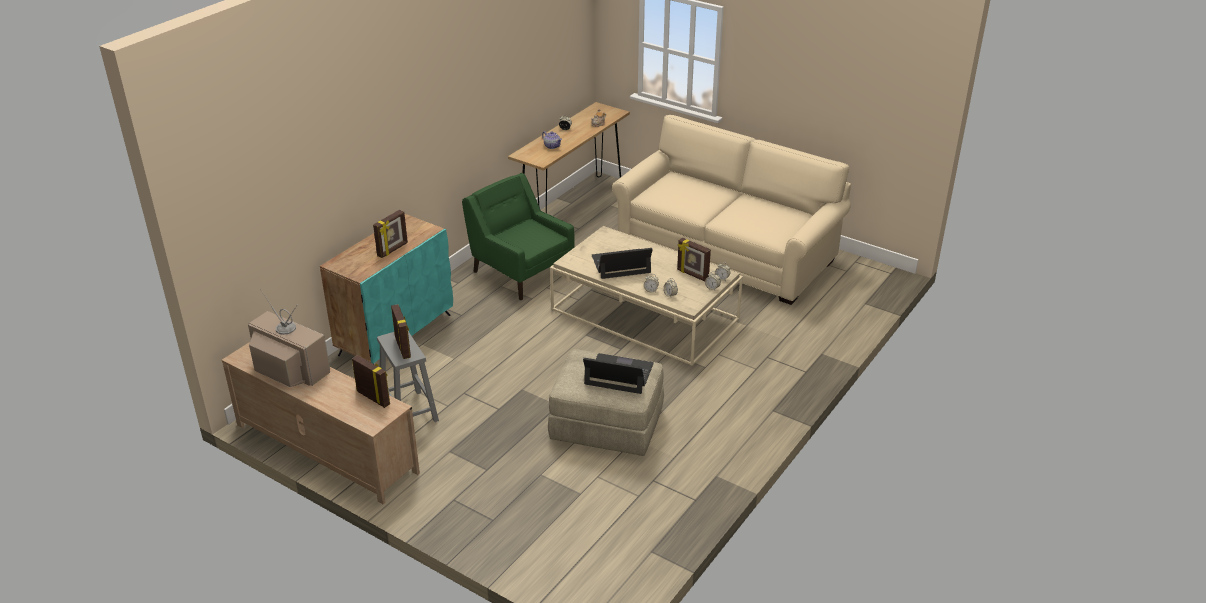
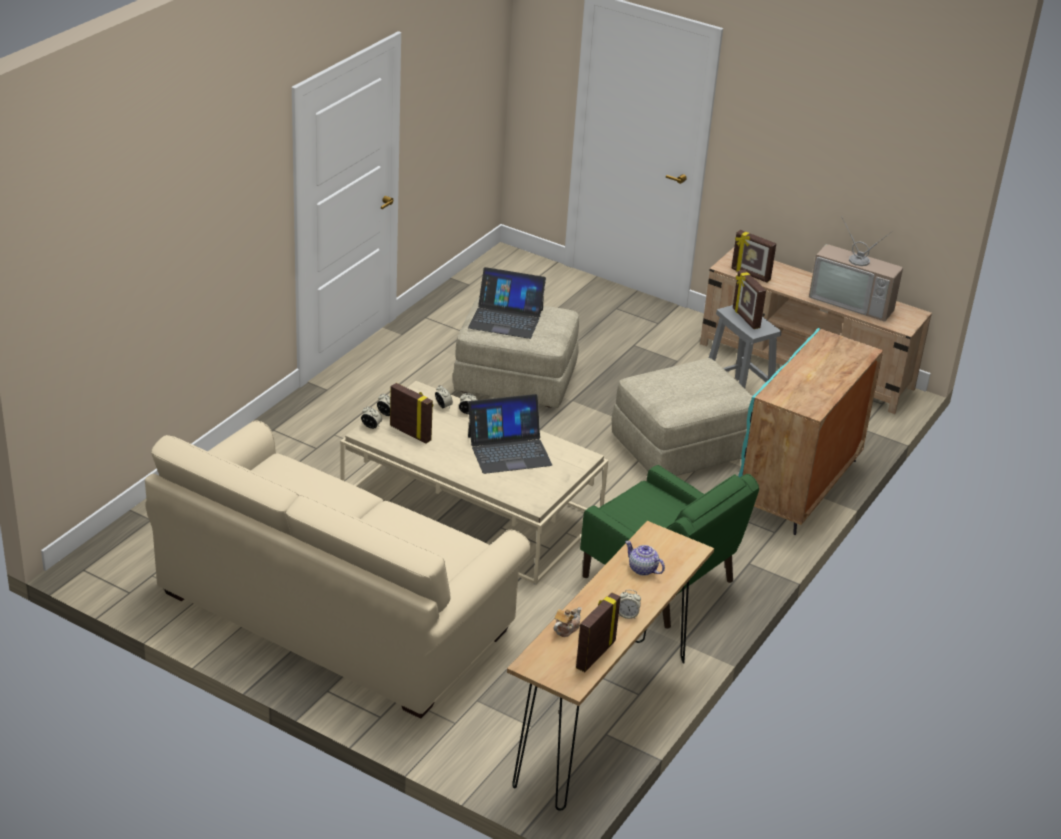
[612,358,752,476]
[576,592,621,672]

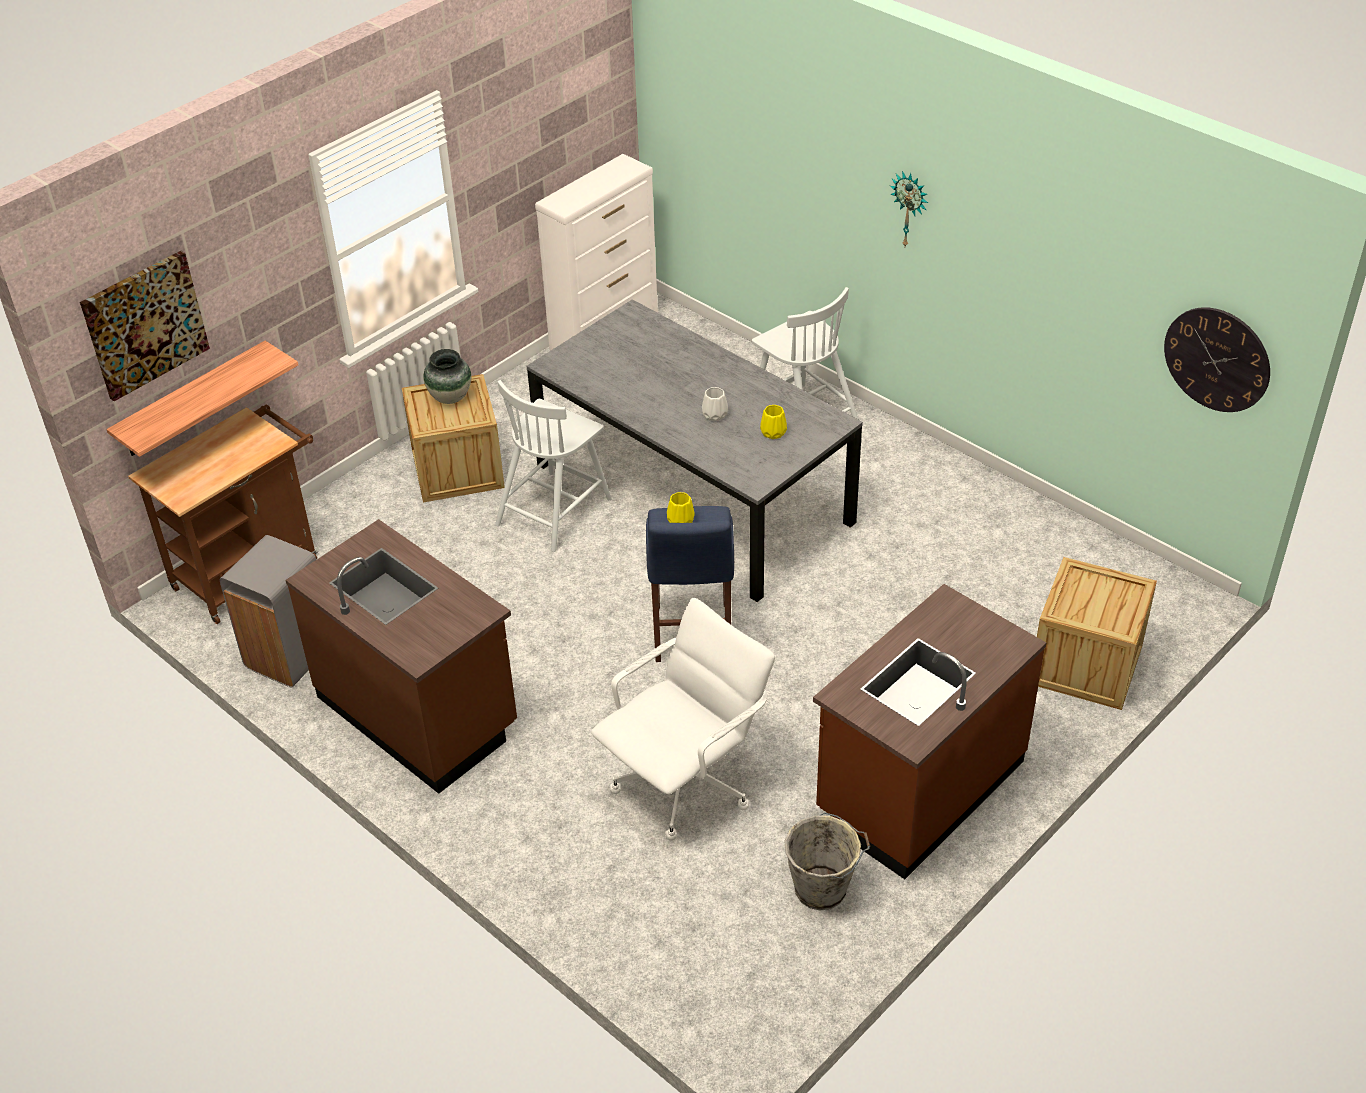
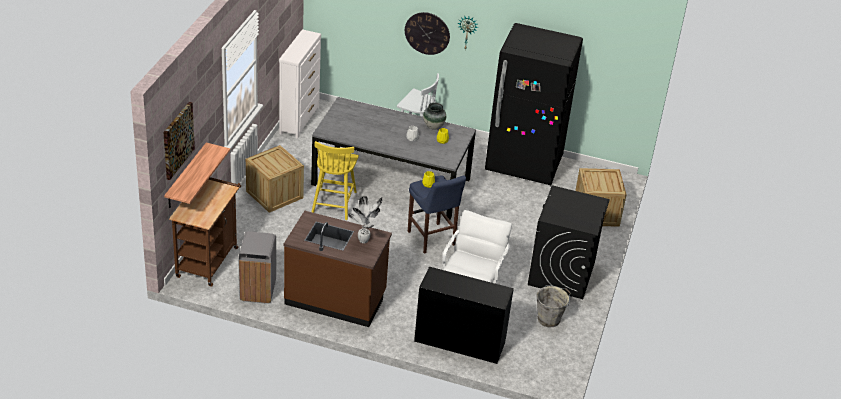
[348,196,383,243]
[414,267,514,364]
[485,23,583,185]
[423,103,446,130]
[405,12,450,55]
[528,186,610,299]
[312,141,359,220]

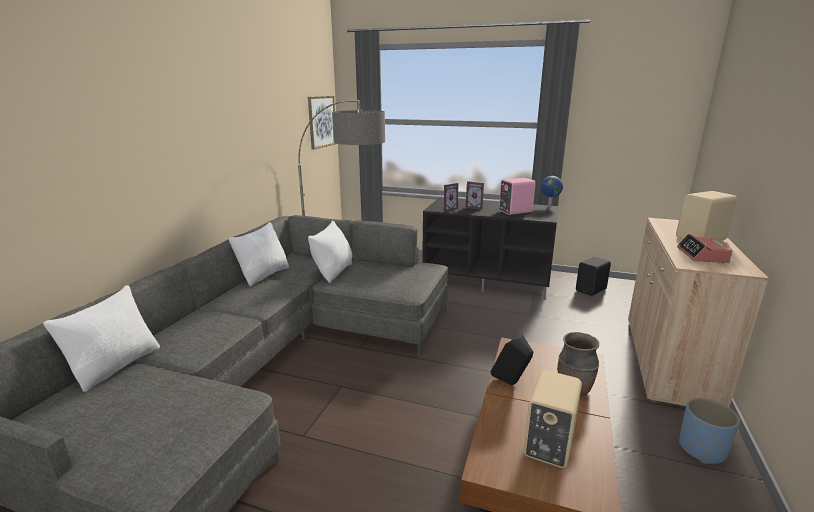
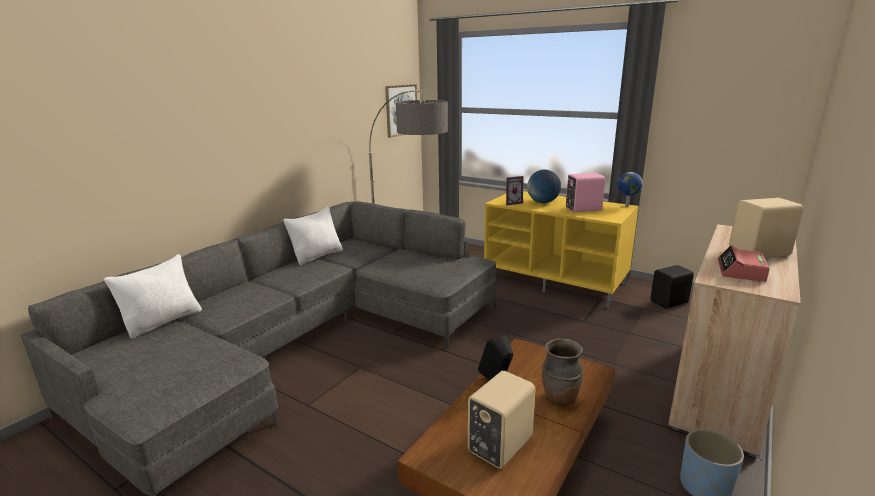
[308,220,352,283] (first image)
[527,169,561,203]
[484,191,639,308]

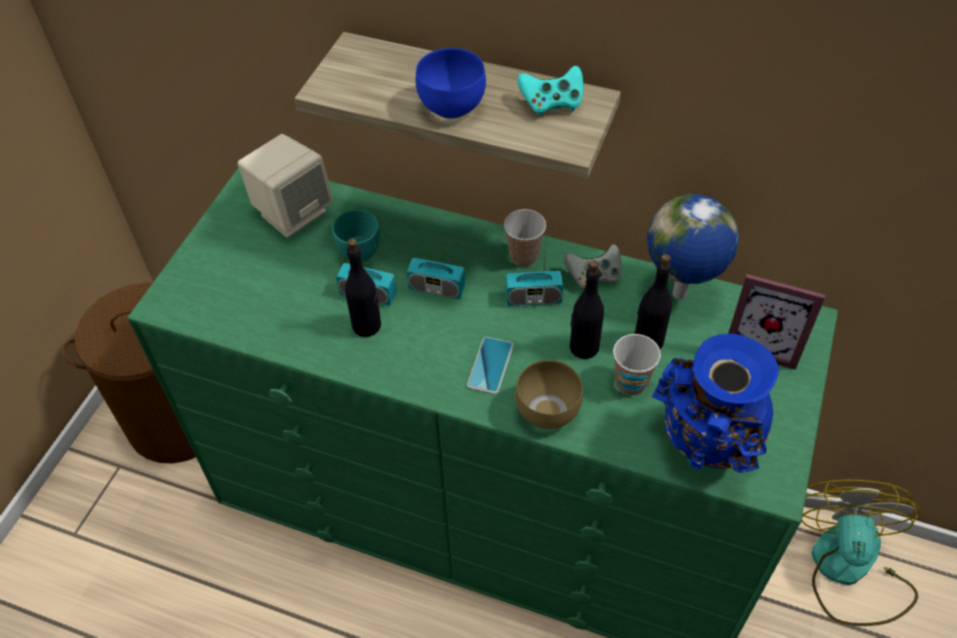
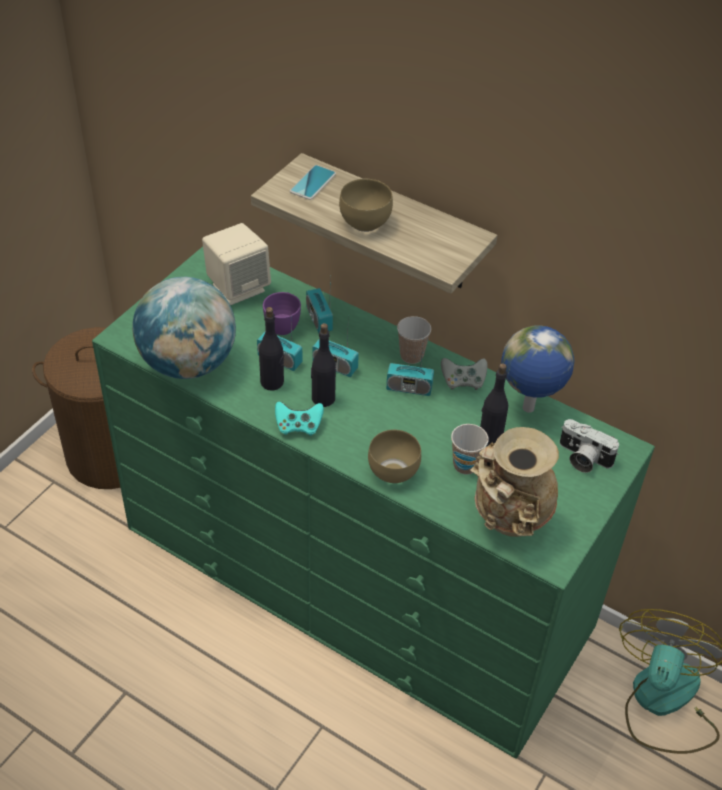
[132,277,236,379]
[306,288,333,333]
[290,165,336,200]
[275,402,324,436]
[311,323,336,407]
[560,419,619,473]
[263,292,301,335]
[339,179,393,232]
[470,427,559,537]

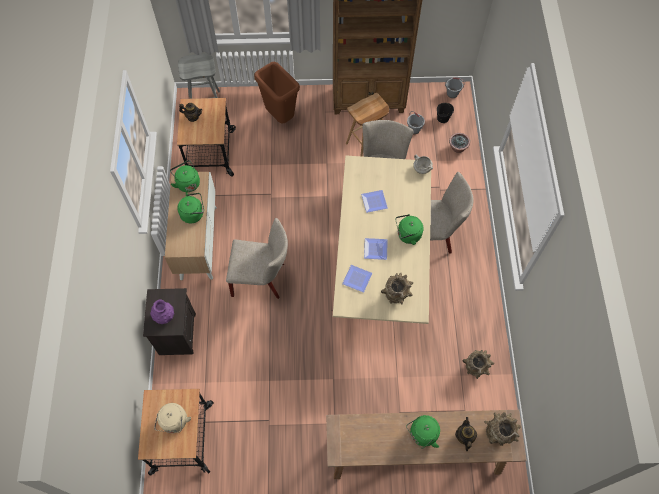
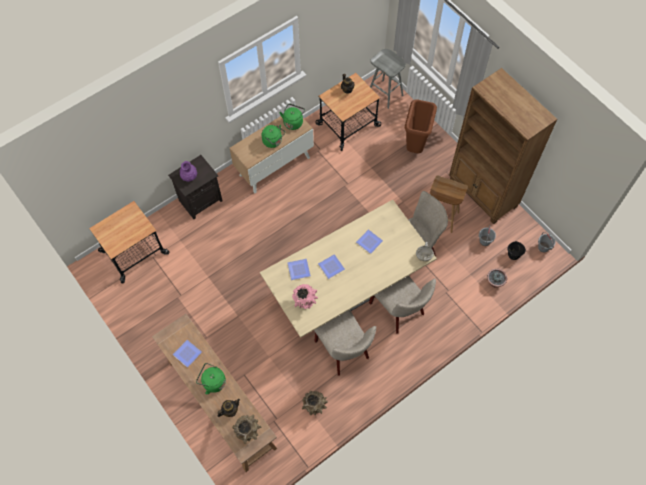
[154,403,191,433] (first image)
[395,214,424,245] (first image)
[173,340,202,368]
[314,310,376,376]
[292,284,318,309]

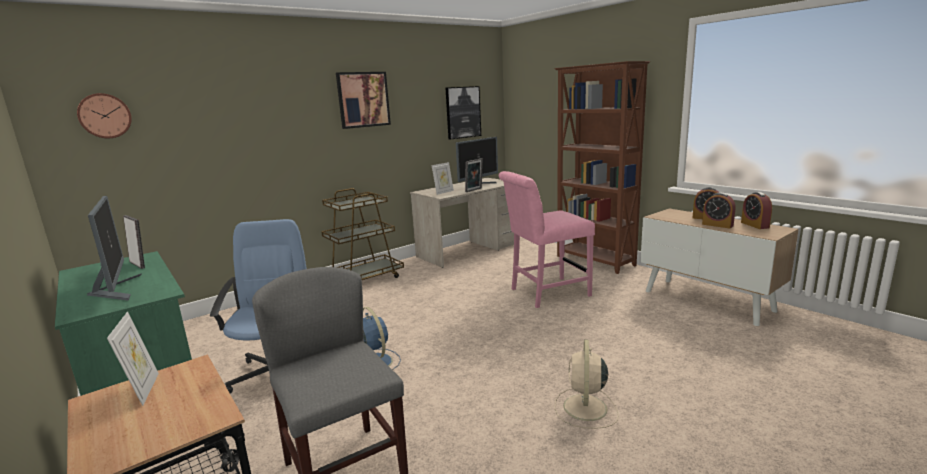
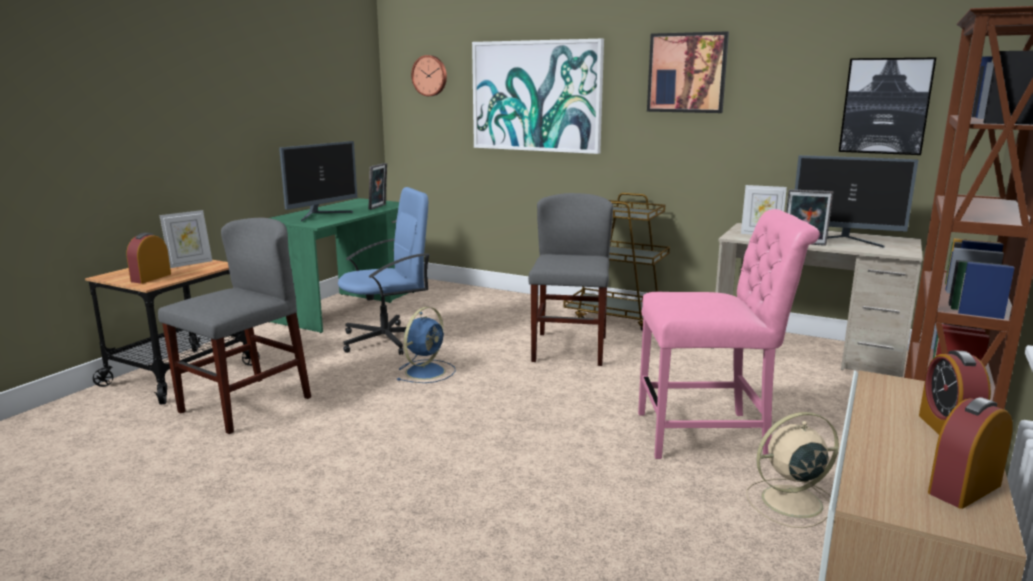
[472,39,604,154]
[528,193,613,366]
[746,412,839,528]
[126,233,171,284]
[638,209,820,459]

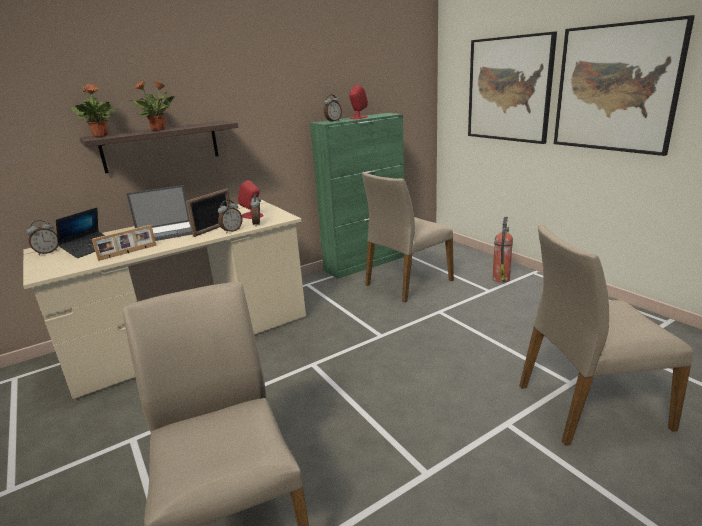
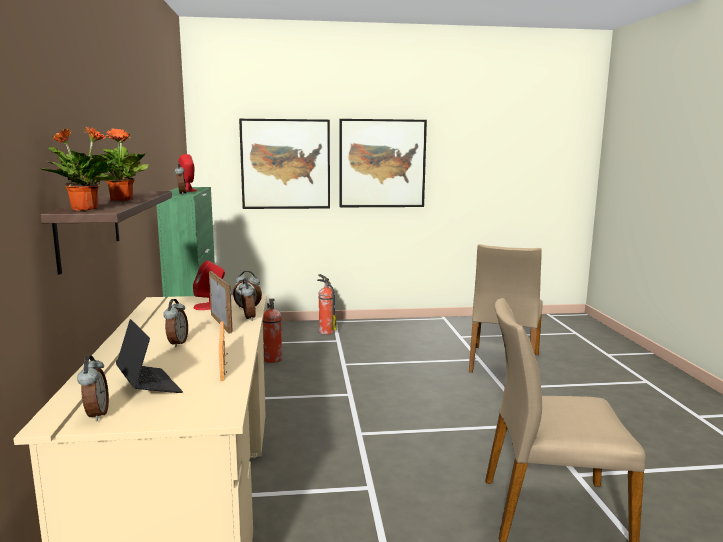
[163,299,188,347]
[263,299,282,363]

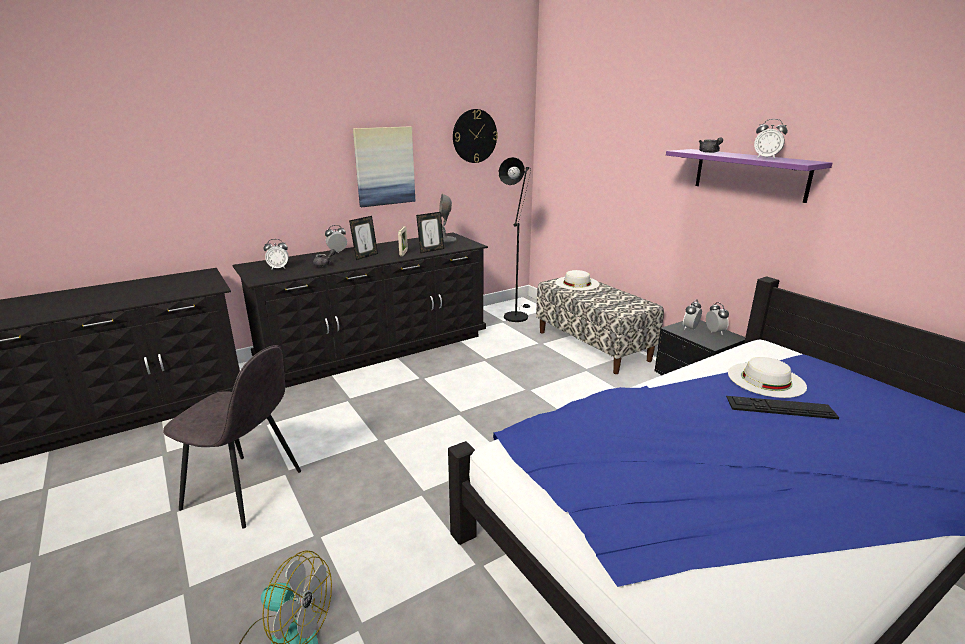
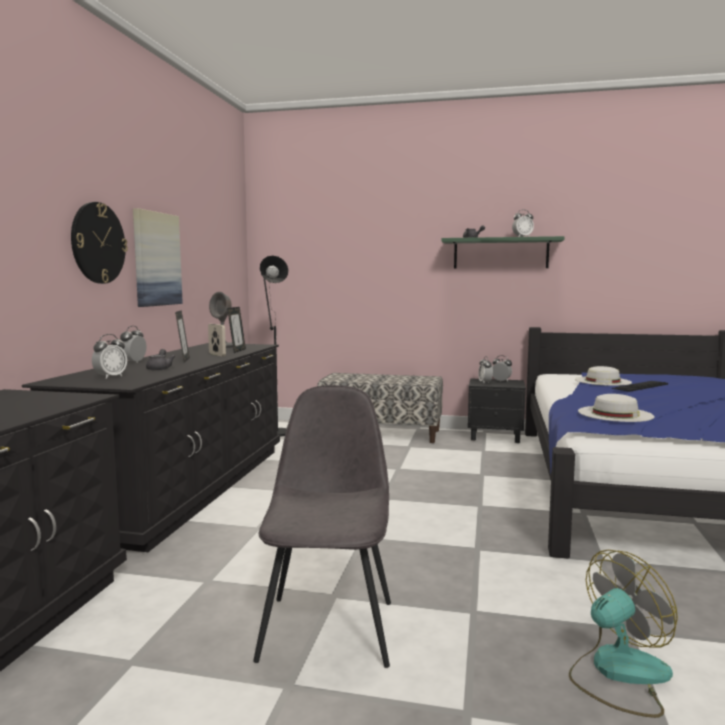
[71,202,128,284]
[578,394,654,422]
[441,236,565,269]
[253,385,391,668]

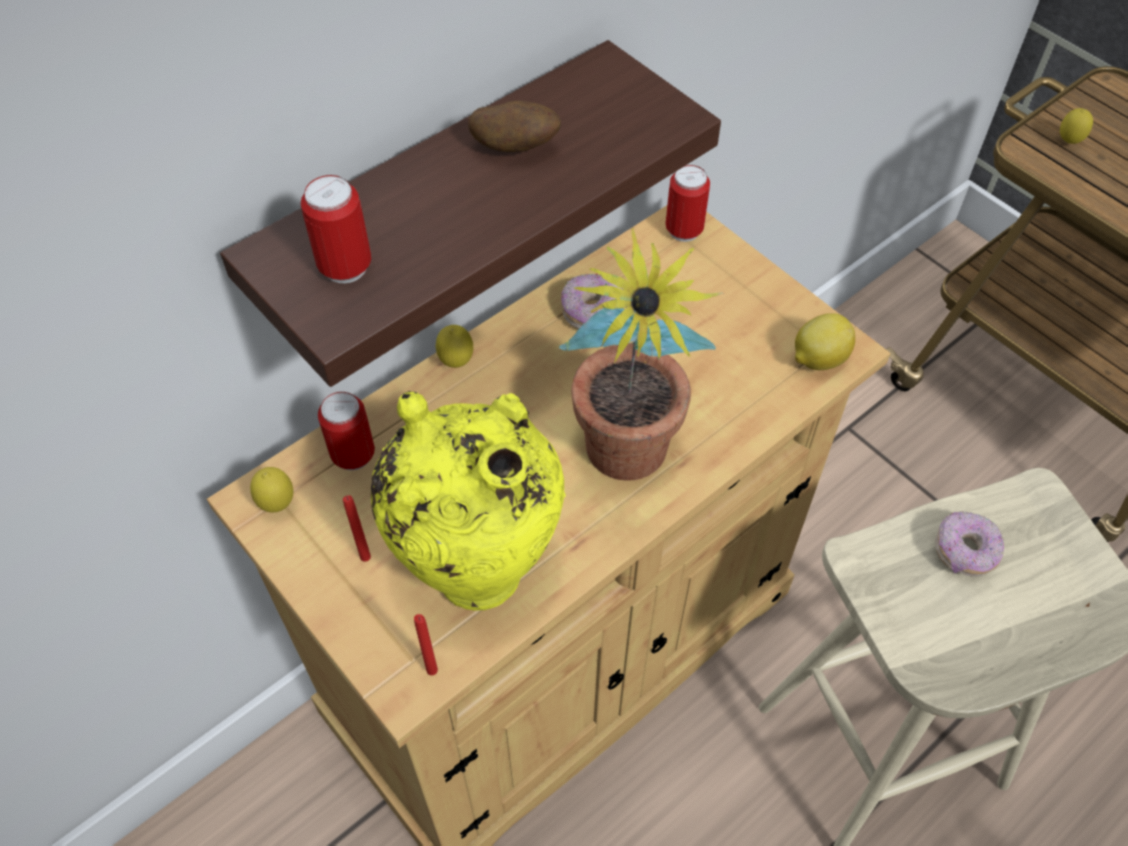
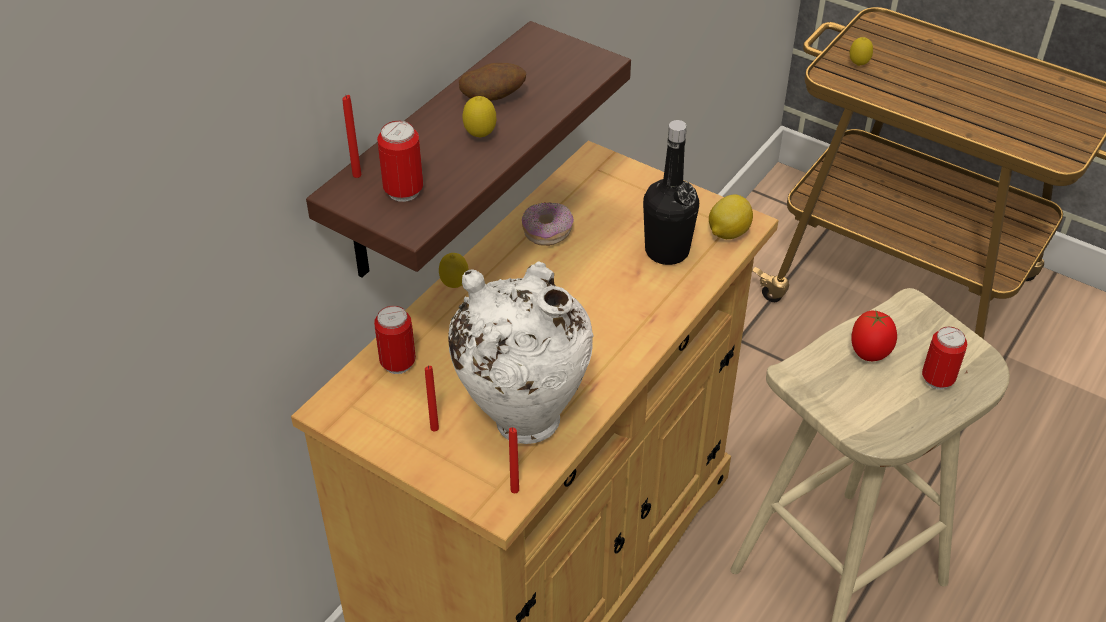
[559,227,724,481] (first image)
[342,95,361,178]
[643,120,699,265]
[462,96,496,138]
[922,327,967,390]
[851,311,897,361]
[448,261,594,444]

